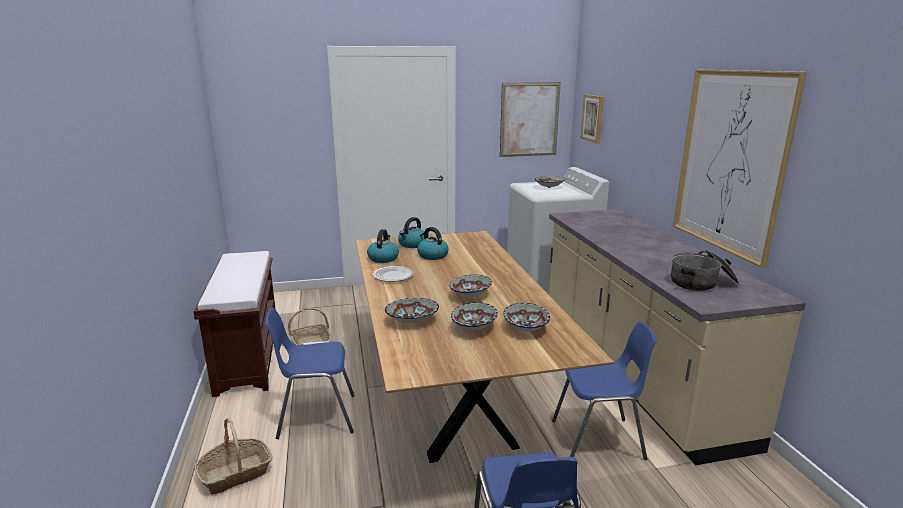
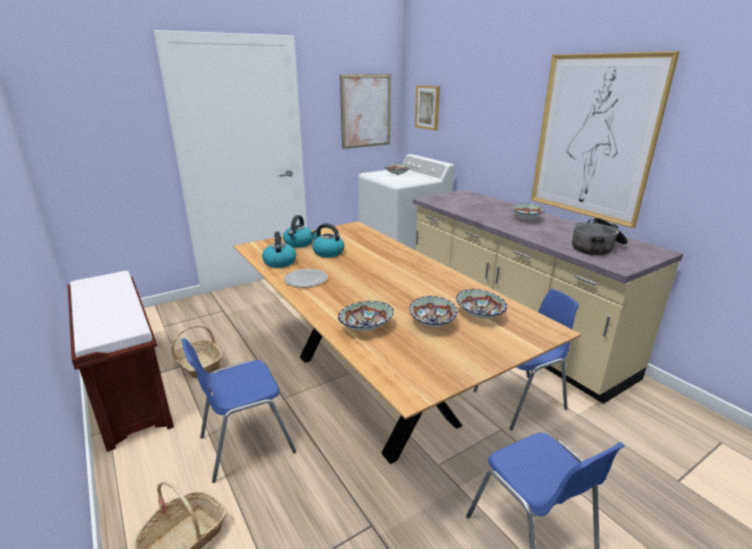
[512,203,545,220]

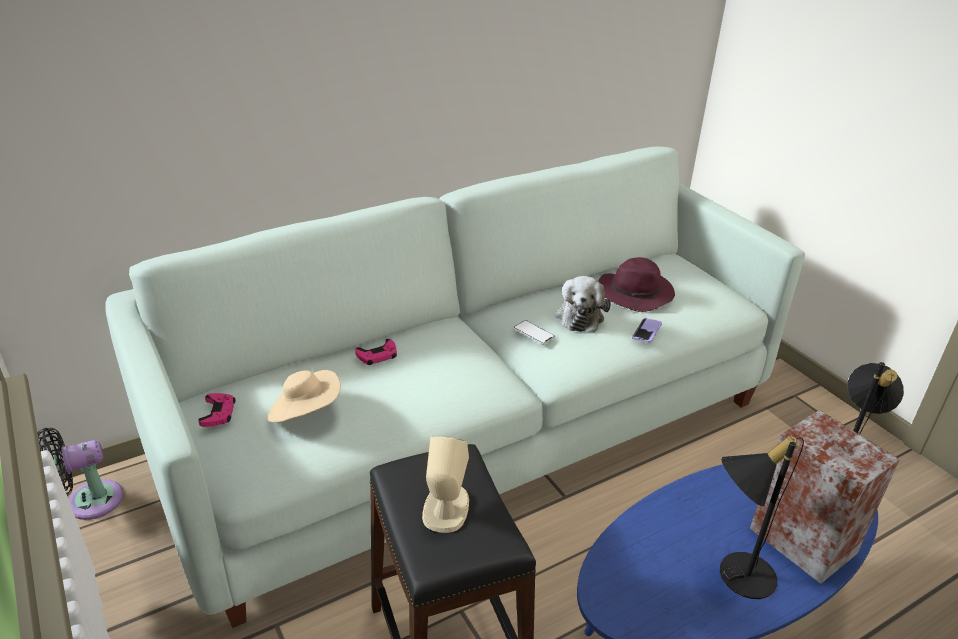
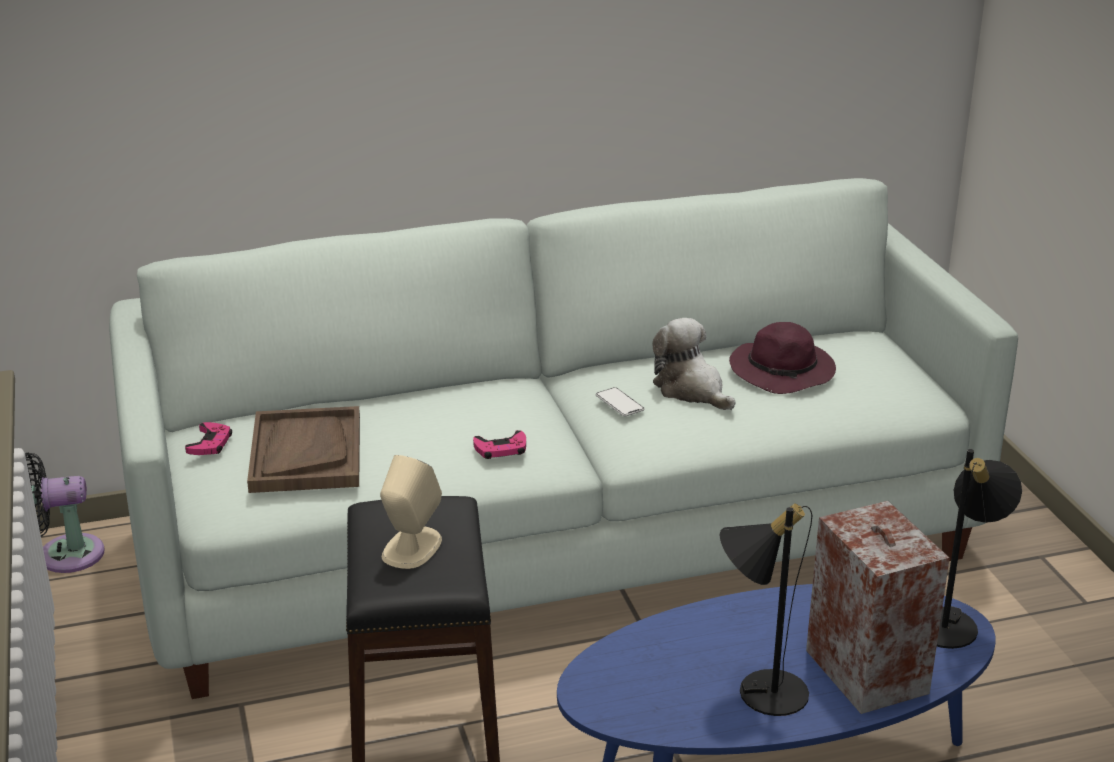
[632,318,662,343] (first image)
[473,430,526,459]
[247,406,360,493]
[652,318,736,410]

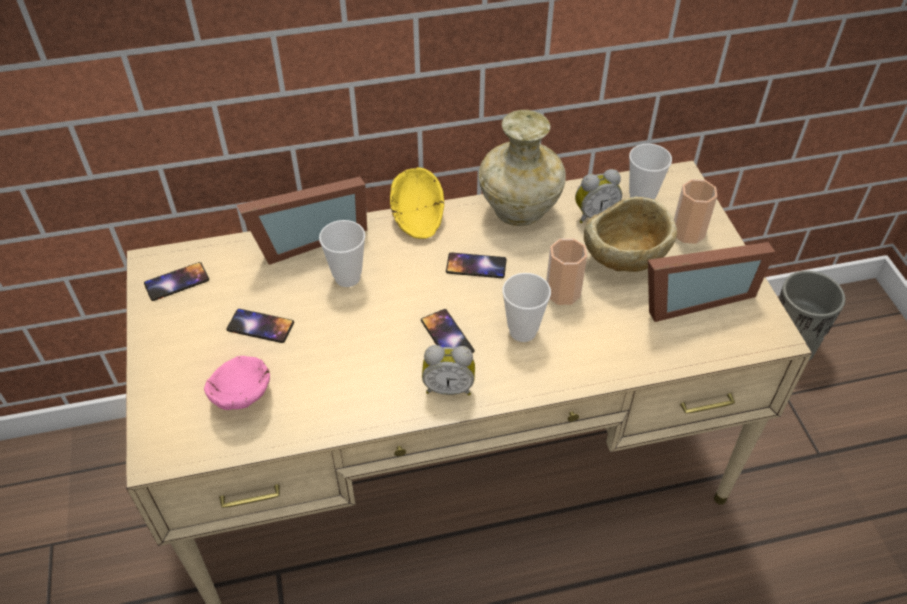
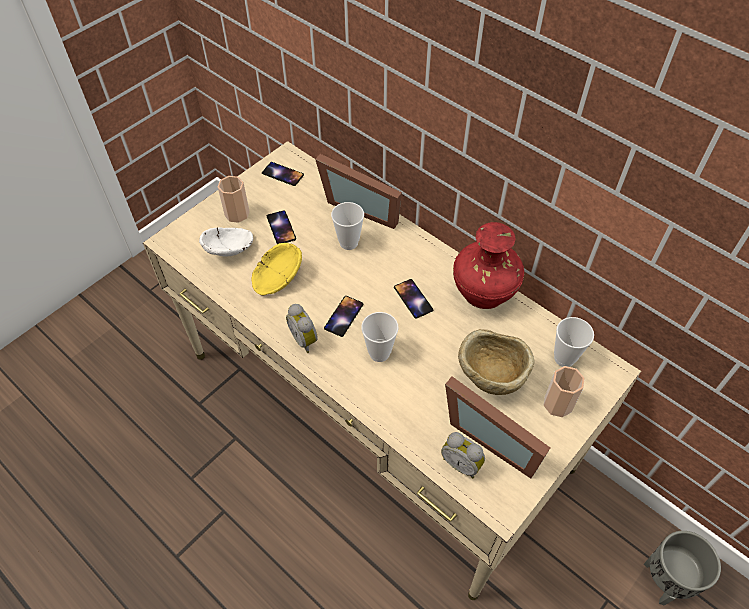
[251,243,302,295]
[218,176,250,223]
[441,432,485,479]
[199,227,253,256]
[453,222,524,309]

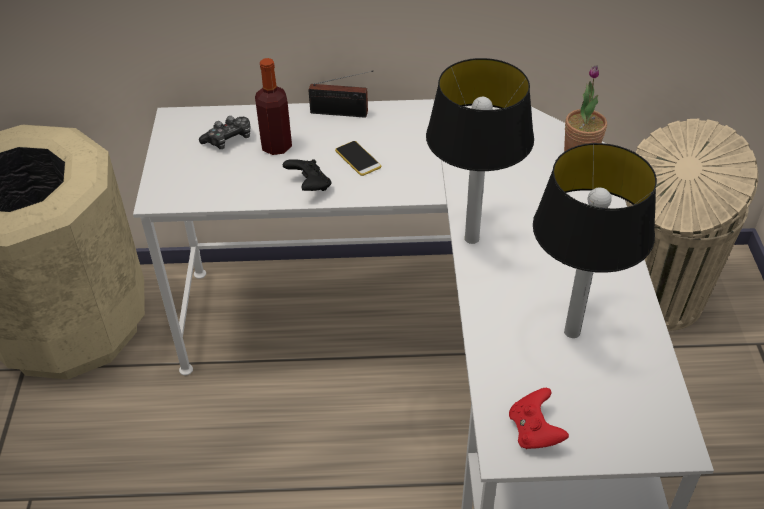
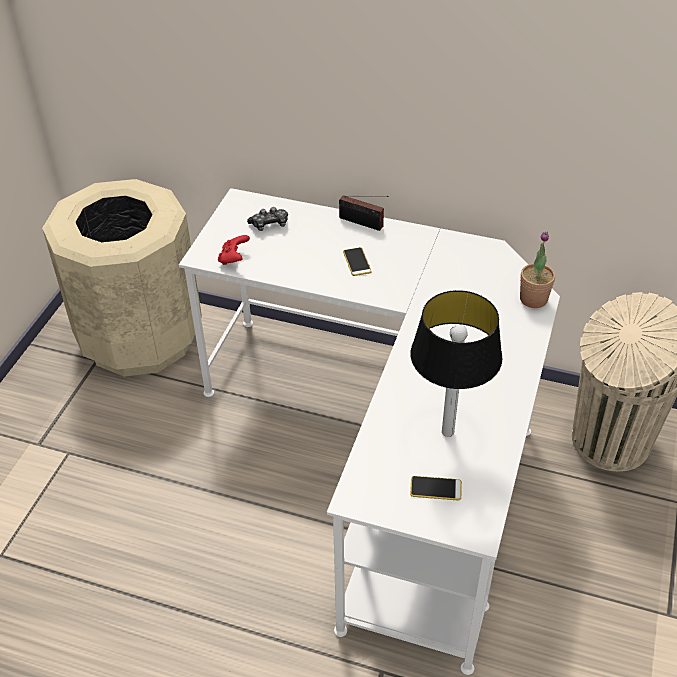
[255,58,292,155] (first image)
[283,159,331,191] (first image)
[426,58,534,244] (first image)
[410,476,462,501]
[218,235,250,265]

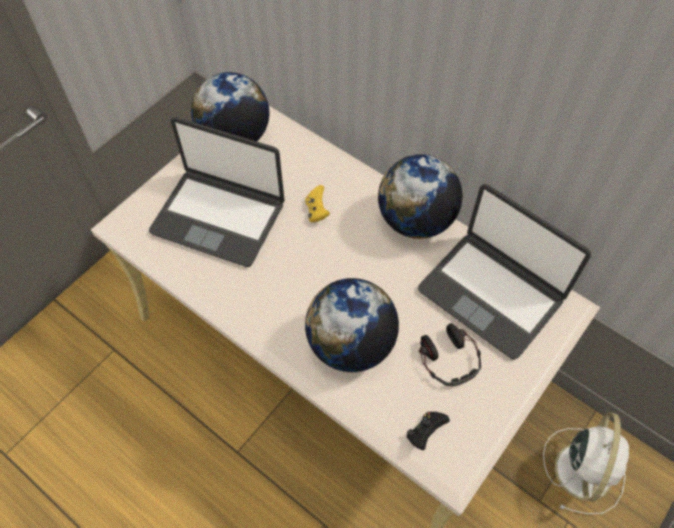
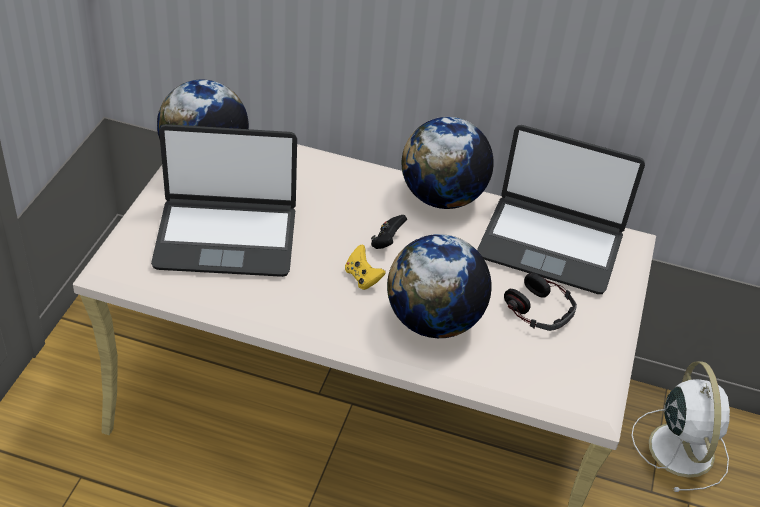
[345,245,386,290]
[371,215,407,249]

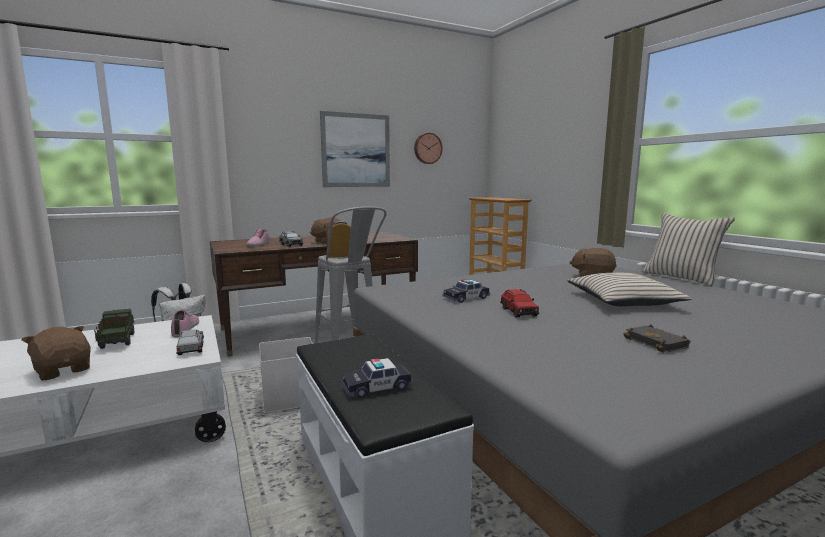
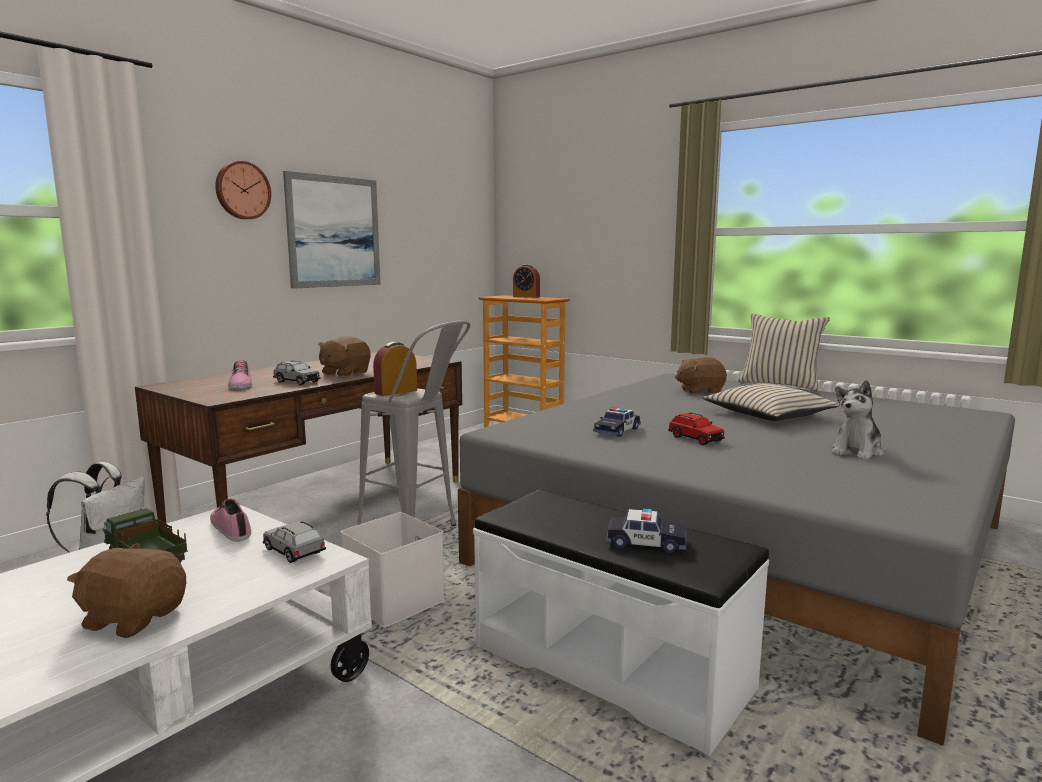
[513,264,540,298]
[215,161,271,219]
[832,380,884,460]
[606,509,686,553]

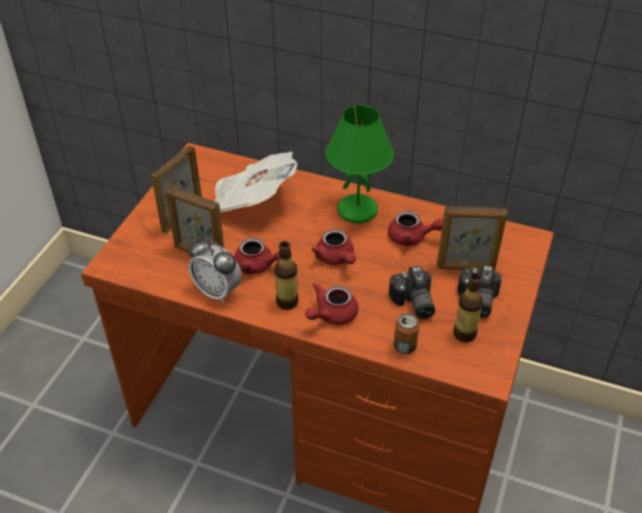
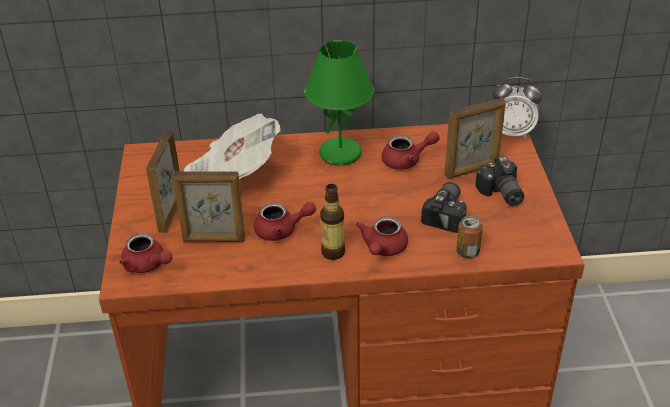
[453,273,483,342] (first image)
[492,77,542,138]
[119,233,173,273]
[421,182,467,233]

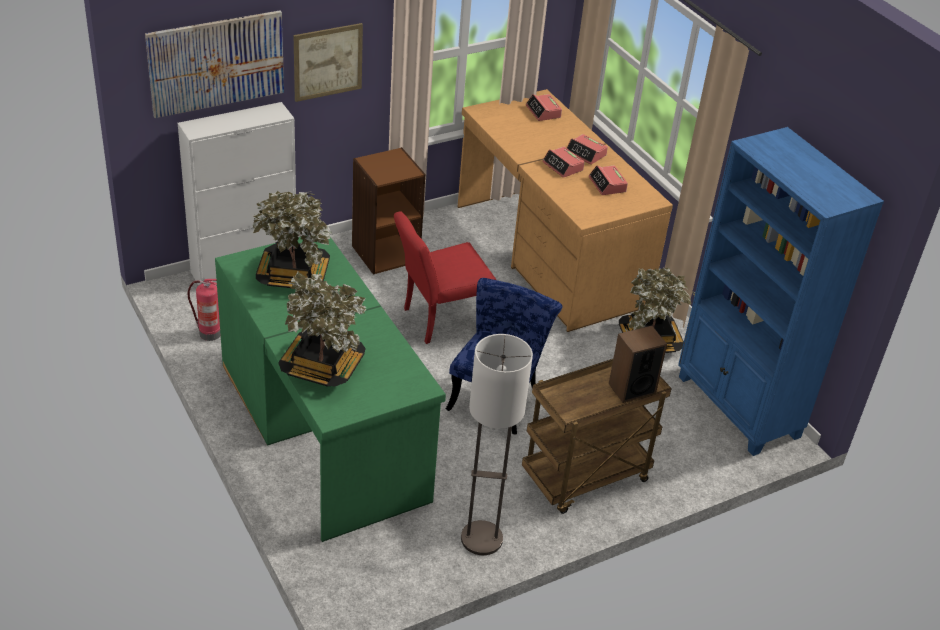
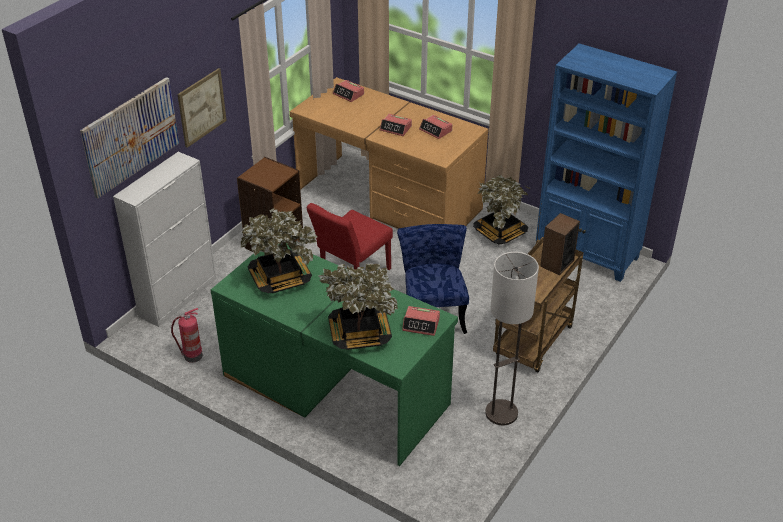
[402,306,440,336]

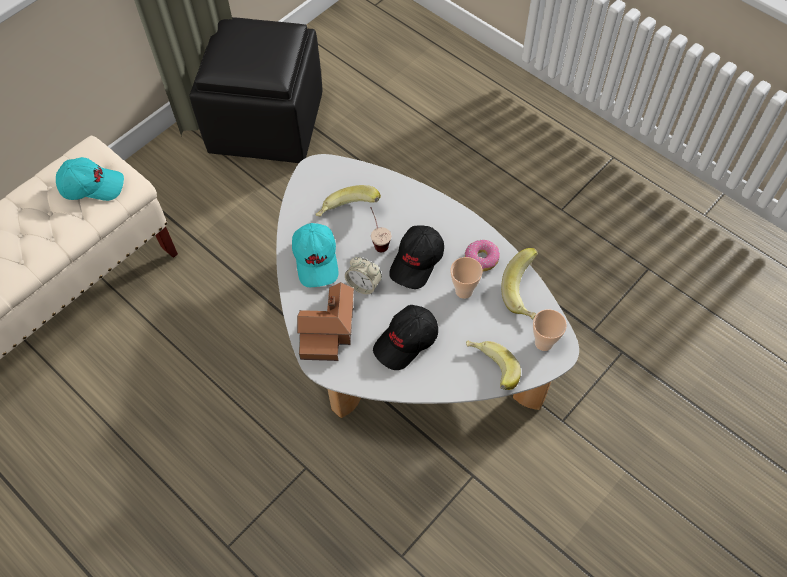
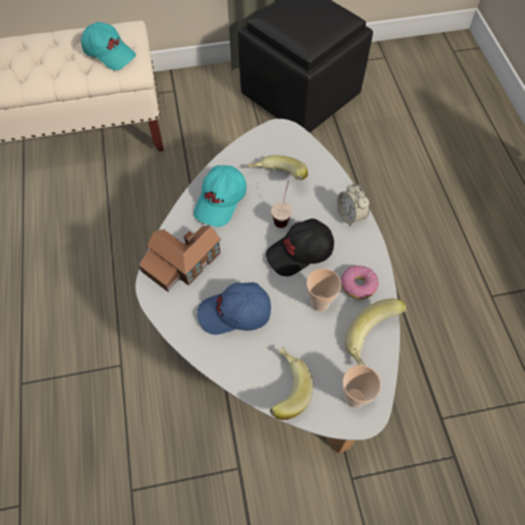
[337,184,369,226]
[197,282,271,335]

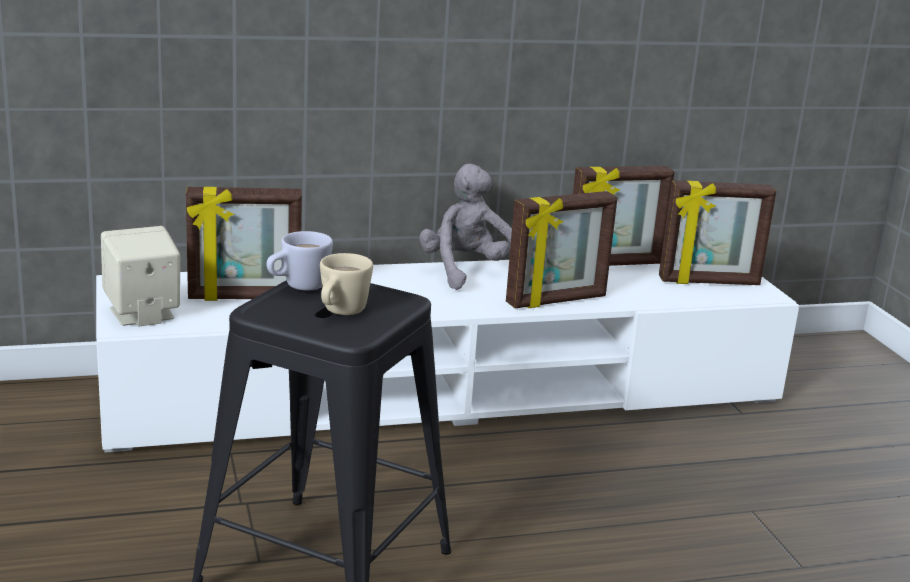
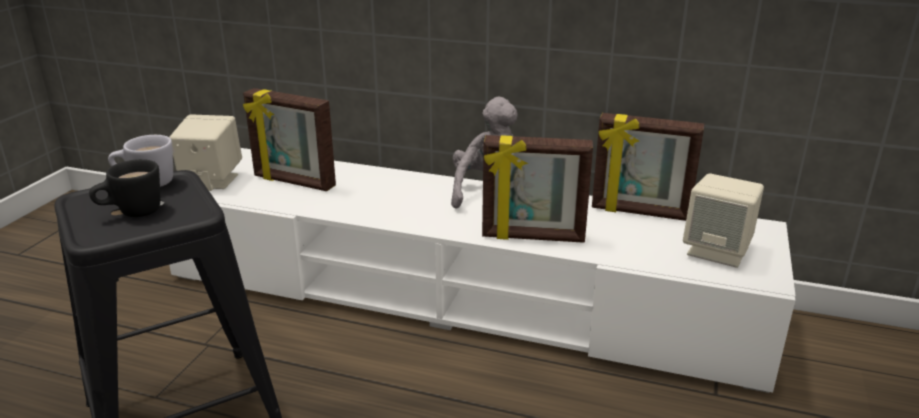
[683,173,764,268]
[89,159,160,217]

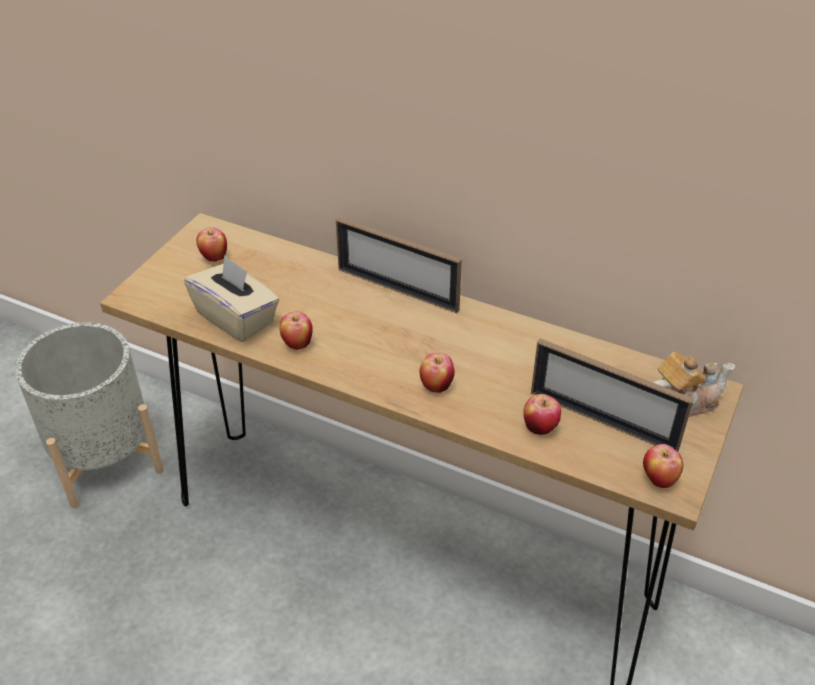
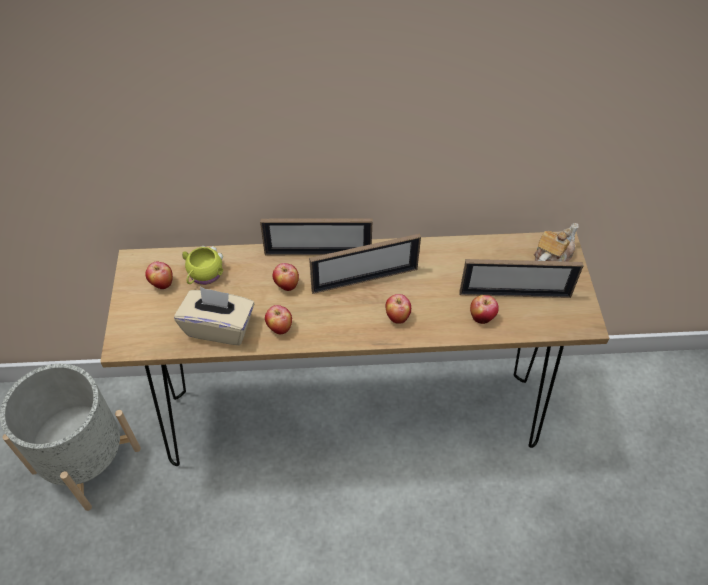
[182,246,223,285]
[309,234,421,294]
[273,263,299,291]

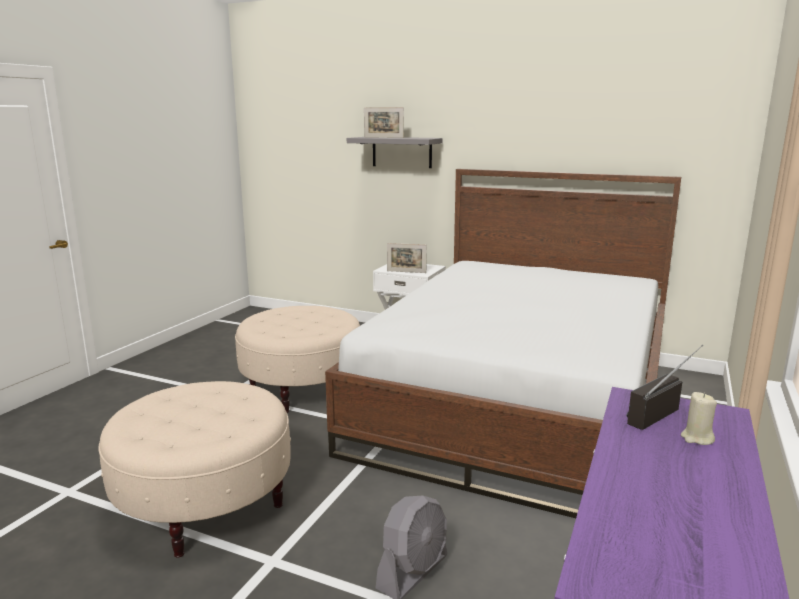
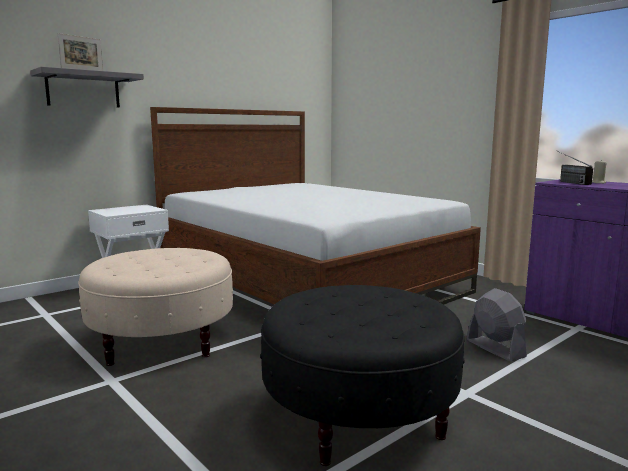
[387,243,427,273] (first image)
[260,285,465,466]

